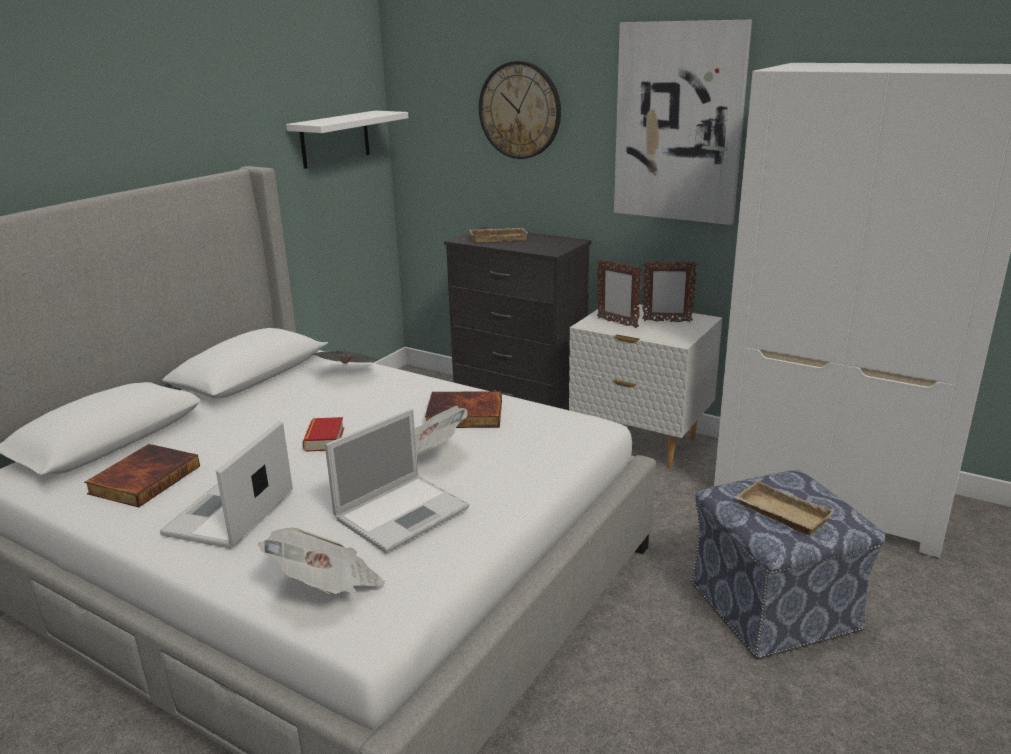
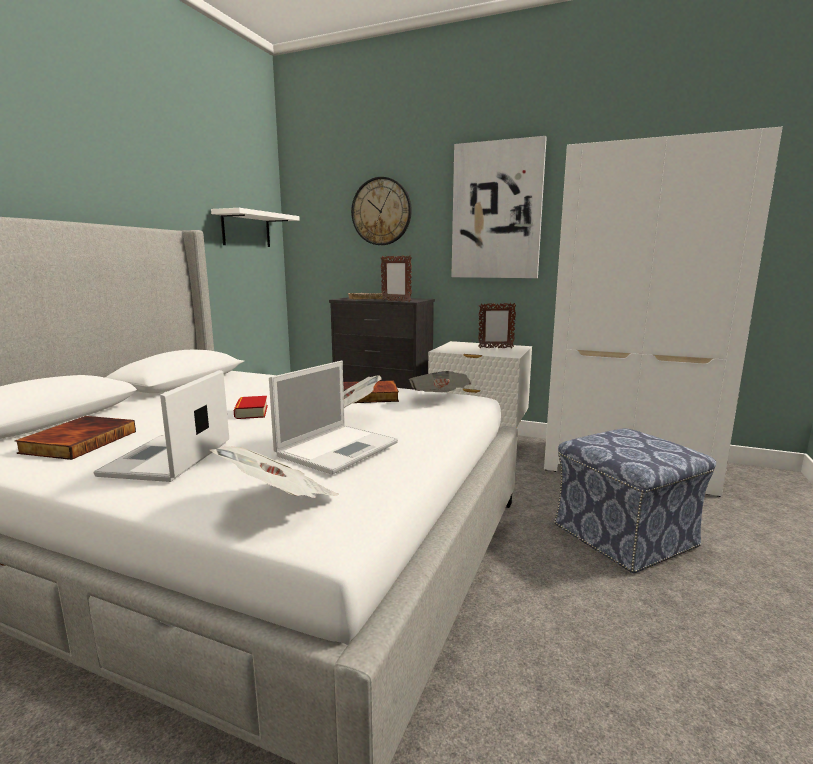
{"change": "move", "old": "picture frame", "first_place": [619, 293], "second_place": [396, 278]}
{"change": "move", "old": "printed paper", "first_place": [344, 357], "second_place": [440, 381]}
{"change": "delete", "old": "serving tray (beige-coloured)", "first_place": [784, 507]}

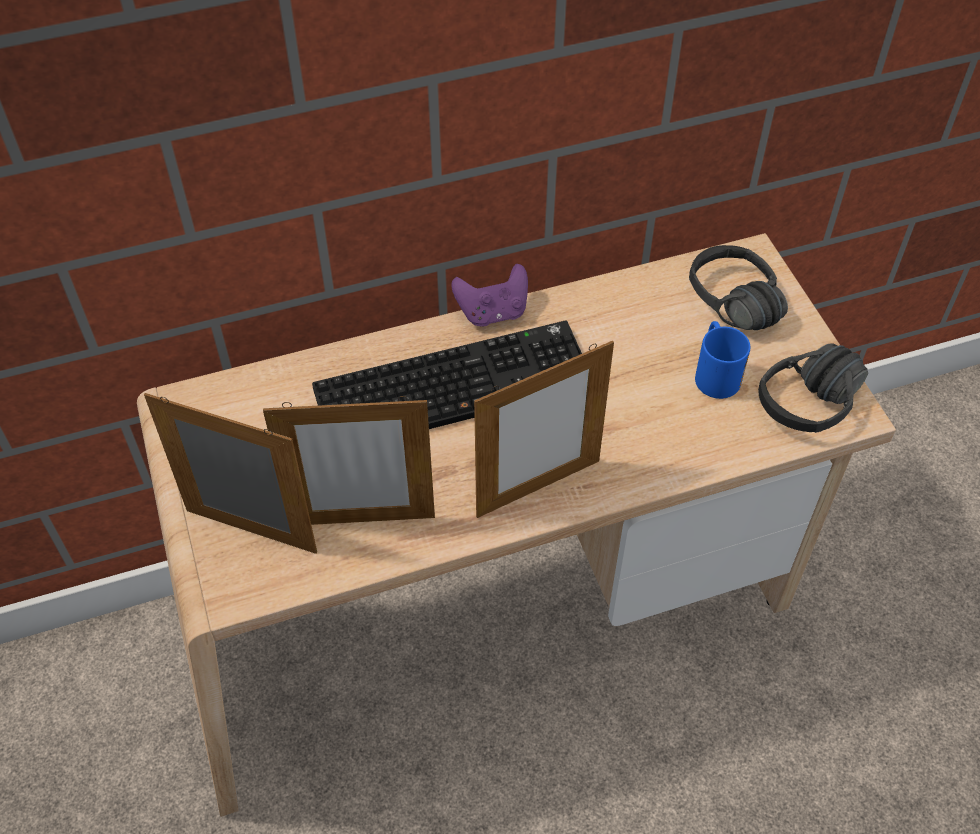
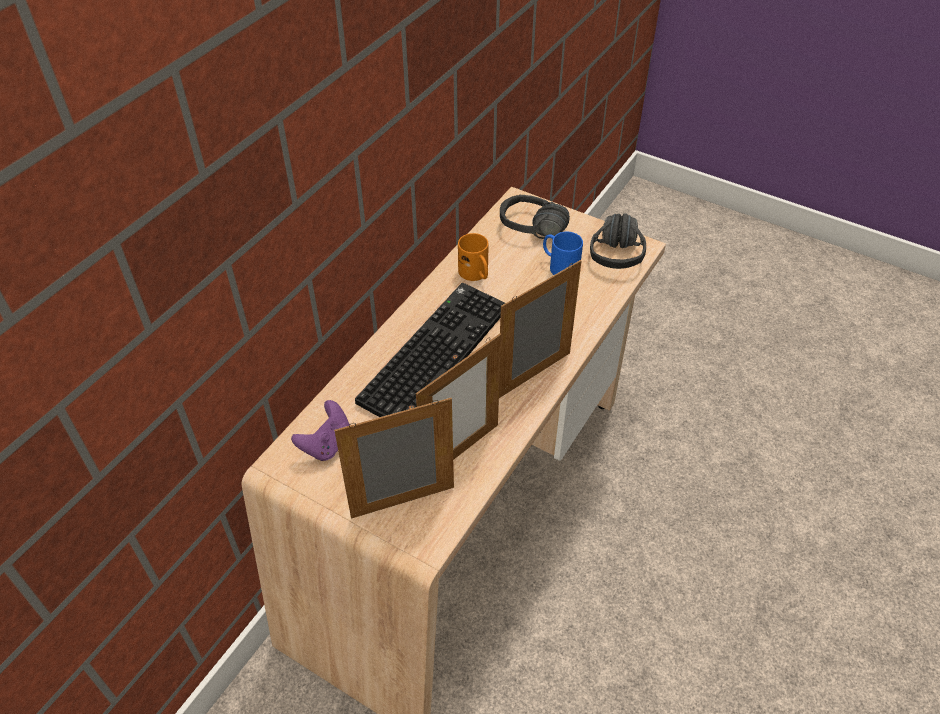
{"change": "move", "old": "joypad (purplish)", "first_place": [489, 295], "second_place": [320, 430]}
{"change": "rotate", "old": "picture frame", "first_place": [544, 429], "second_place": [540, 329], "degrees": -150}
{"change": "insert", "new": "mug (orange-coloured)", "second_place": [473, 257]}

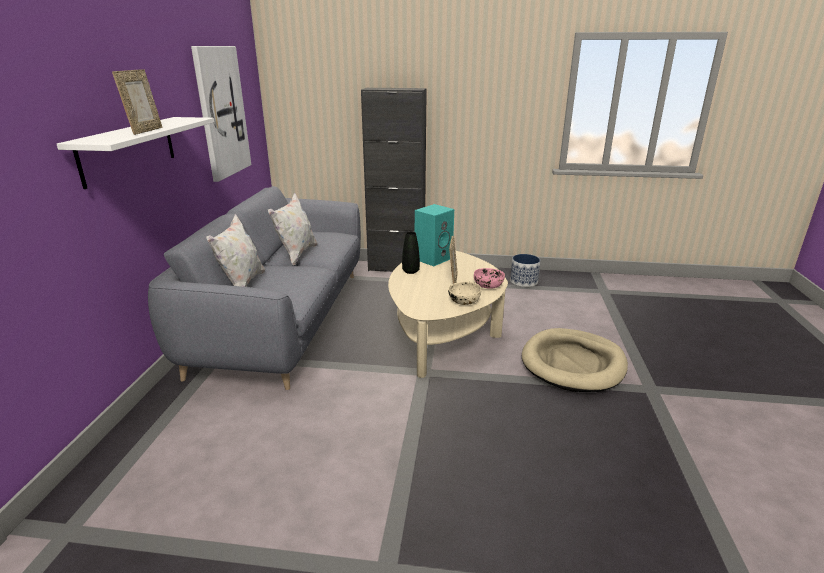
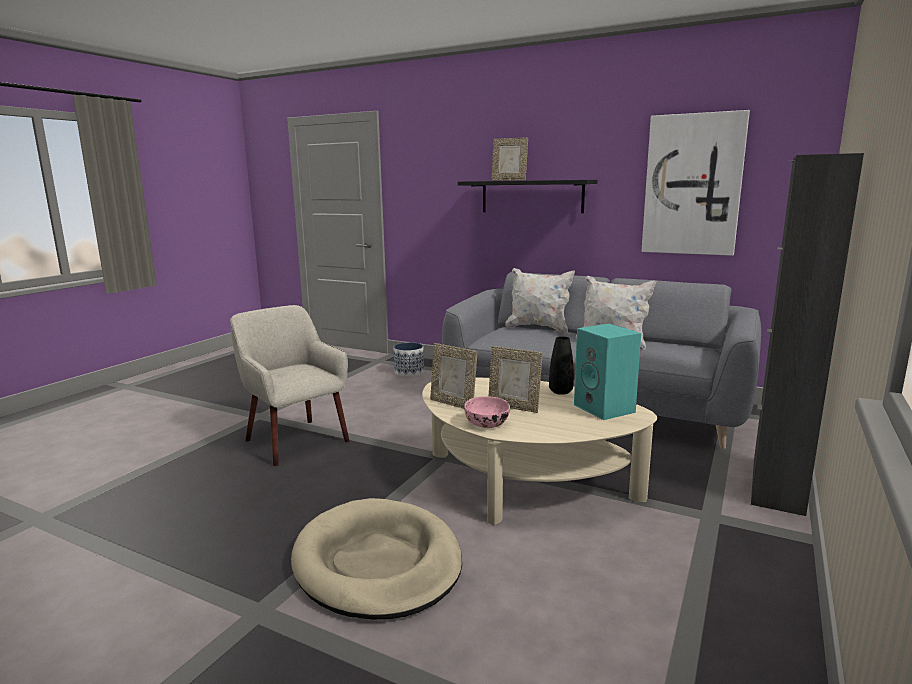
{"change": "recolor", "old": "wall shelf (white-coloured)", "new": "wall shelf (black-coloured)", "first_place": [135, 153], "second_place": [527, 196]}
{"change": "move", "old": "planter", "first_place": [525, 270], "second_place": [409, 359]}
{"change": "replace", "old": "bowl (beige-coloured)", "new": "picture frame", "first_place": [464, 293], "second_place": [453, 376]}
{"change": "insert", "new": "armchair (beige-coloured)", "second_place": [289, 385]}

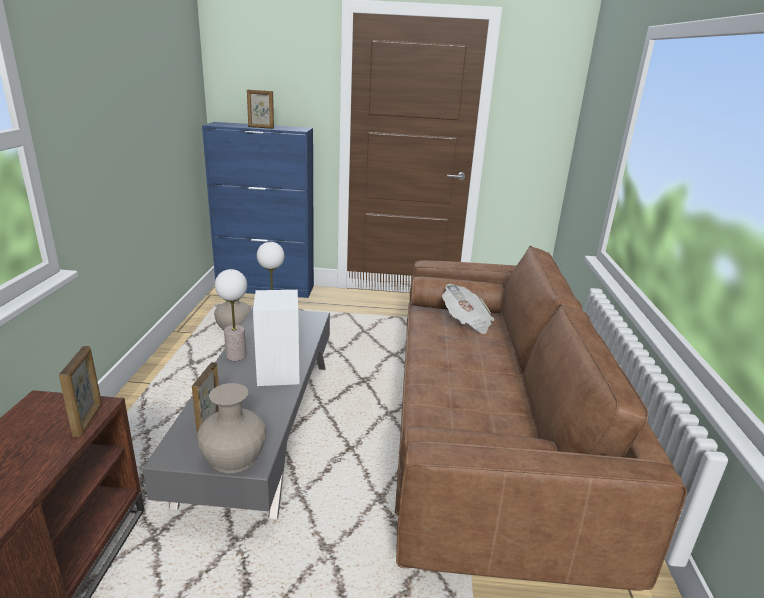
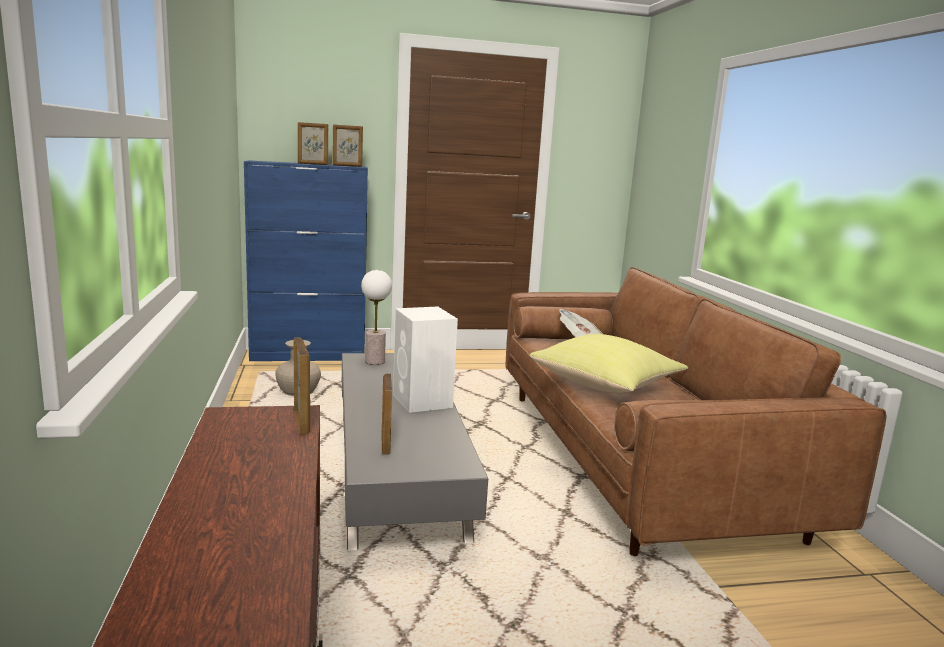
{"change": "delete", "old": "tabletop lamp", "first_place": [231, 315]}
{"change": "delete", "old": "decorative vase (beige-coloured)", "first_place": [231, 428]}
{"change": "insert", "new": "picture frame", "second_place": [347, 145]}
{"change": "insert", "new": "throw pillow (yellow)", "second_place": [608, 363]}

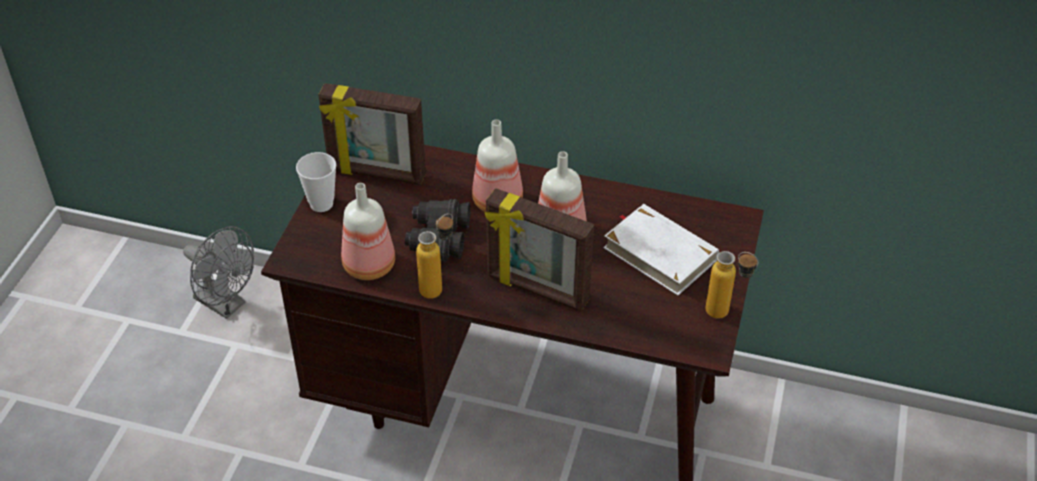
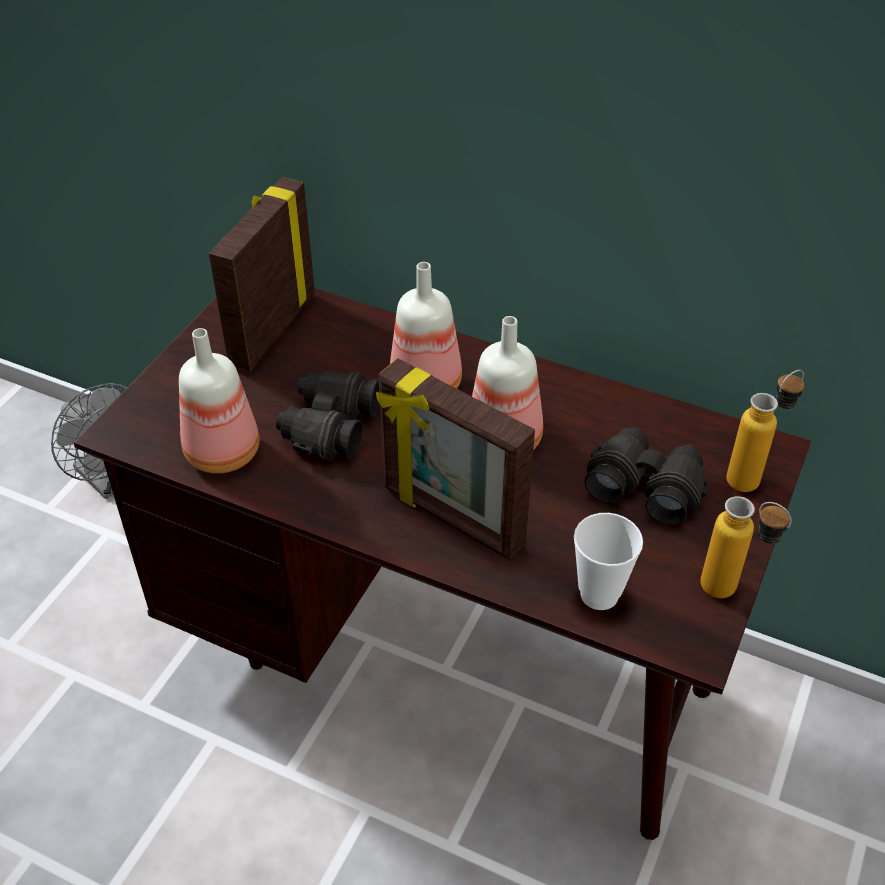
{"change": "rotate", "old": "picture frame", "first_place": [372, 134], "second_place": [262, 274], "degrees": 90}
{"change": "move", "old": "cup", "first_place": [316, 182], "second_place": [608, 561]}
{"change": "replace", "old": "volume (white-coloured)", "new": "field glasses (black-coloured)", "first_place": [661, 249], "second_place": [646, 476]}
{"change": "move", "old": "drink bottle", "first_place": [434, 256], "second_place": [765, 431]}

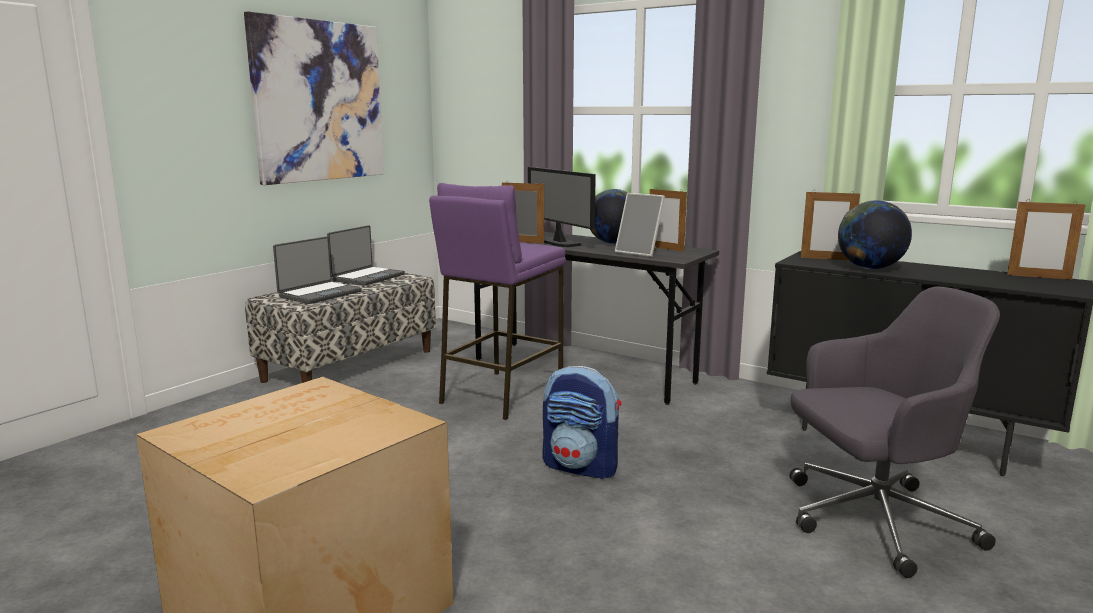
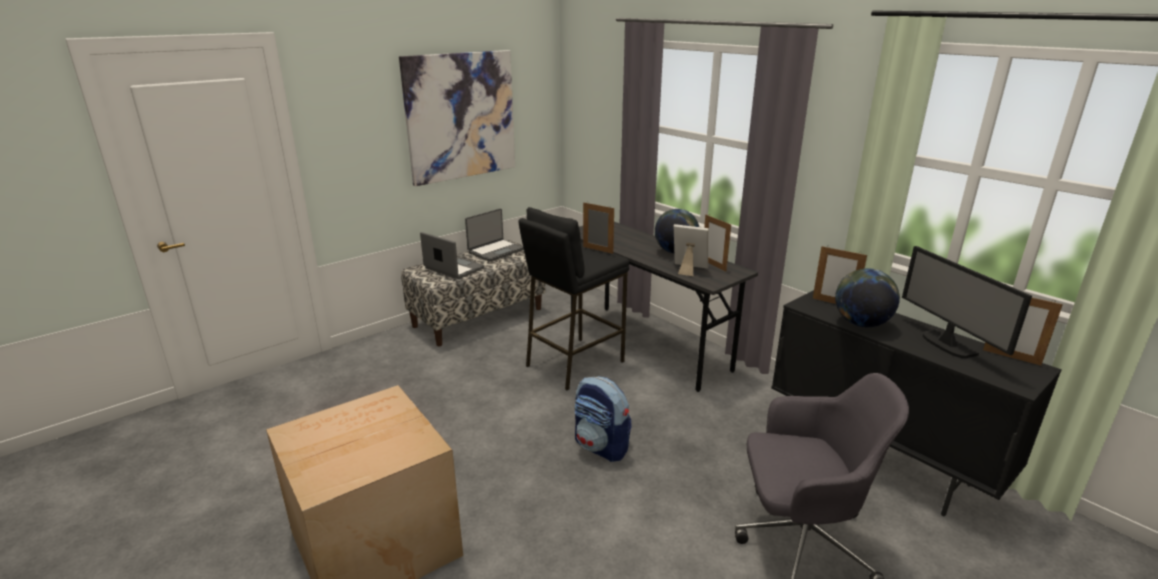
{"change": "move", "old": "computer display", "first_place": [562, 207], "second_place": [967, 302]}
{"change": "recolor", "old": "sitting stool (purplish)", "new": "sitting stool (black-coloured)", "first_place": [497, 301], "second_place": [573, 298]}
{"change": "rotate", "old": "picture frame", "first_place": [640, 225], "second_place": [691, 250], "degrees": 150}
{"change": "rotate", "old": "portable computer", "first_place": [317, 270], "second_place": [452, 255], "degrees": -105}

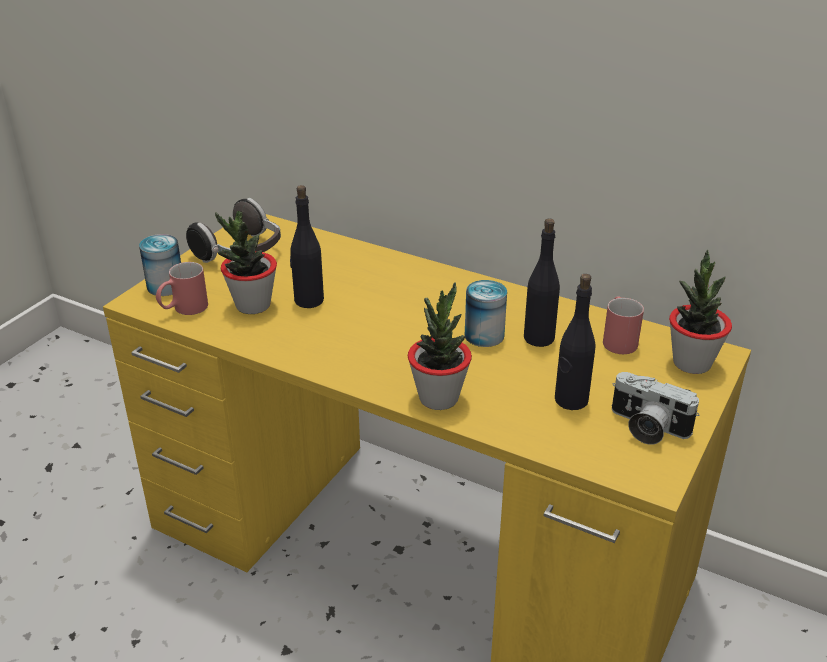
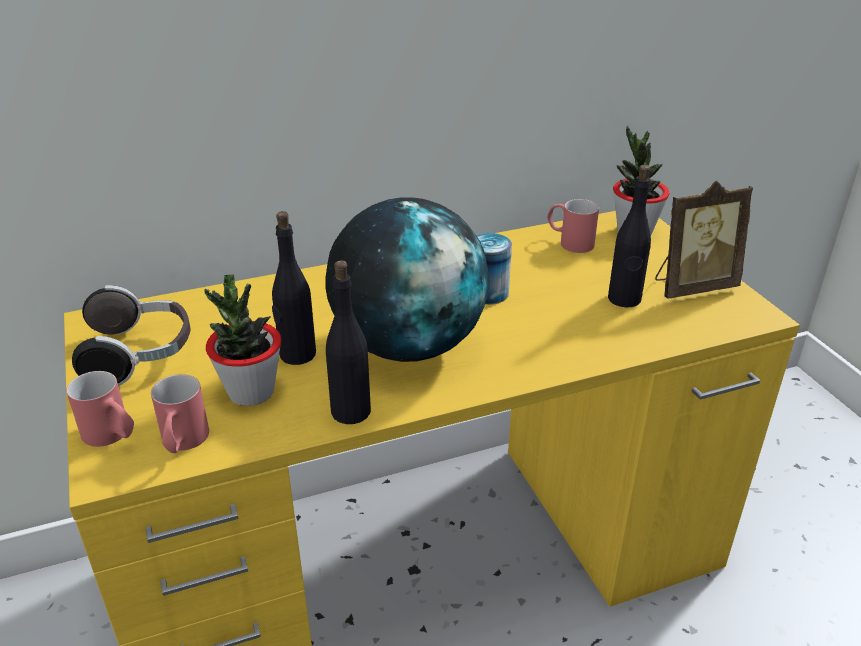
{"change": "move", "old": "drink bottle (black-coloured)", "first_place": [542, 282], "second_place": [348, 342]}
{"change": "replace", "old": "metal can", "new": "mug (red)", "first_place": [160, 265], "second_place": [100, 409]}
{"change": "delete", "old": "plant in a pot", "first_place": [440, 346]}
{"change": "replace", "old": "photo camera", "new": "picture frame", "first_place": [655, 408], "second_place": [704, 240]}
{"change": "insert", "new": "desk globe", "second_place": [407, 279]}

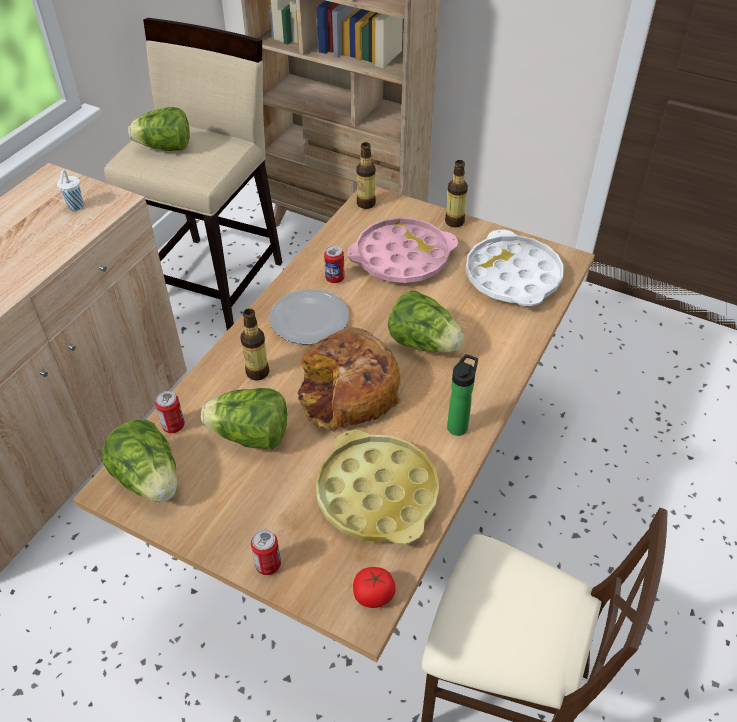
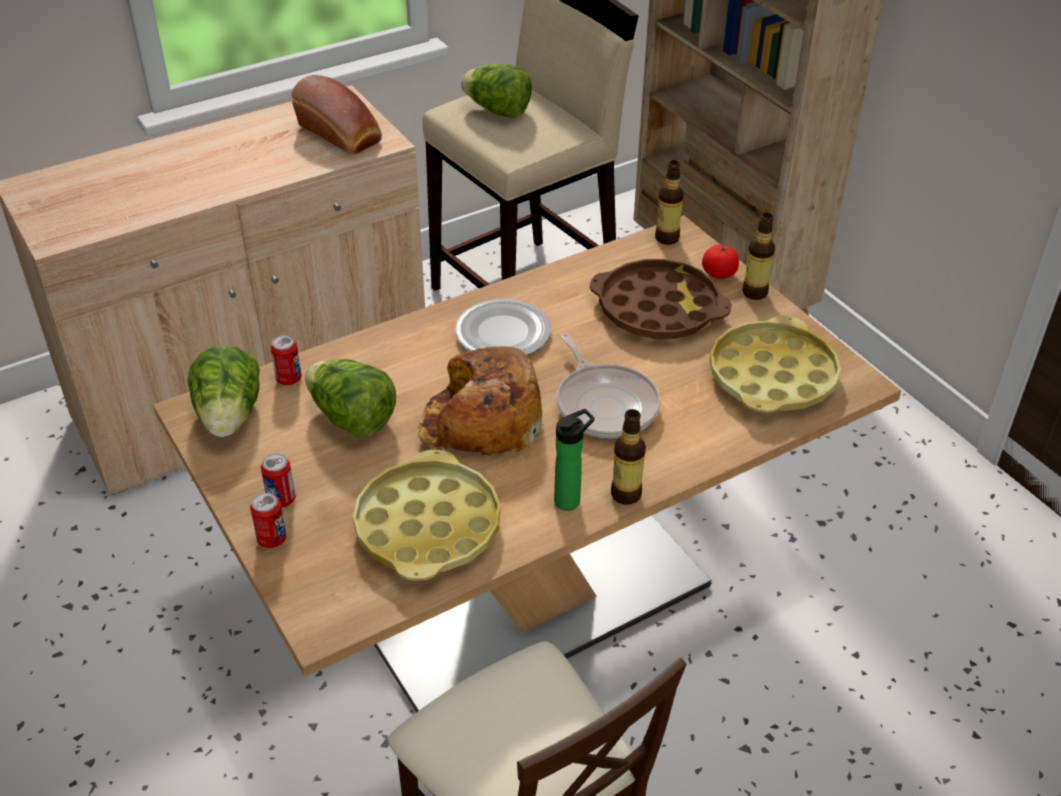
{"change": "replace", "old": "cup (white-coloured)", "new": "bread", "first_place": [70, 190], "second_place": [336, 115]}
{"change": "recolor", "old": "serving tray (pink-coloured)", "new": "serving tray (brown)", "first_place": [402, 250], "second_place": [661, 299]}
{"change": "recolor", "old": "serving tray (white-coloured)", "new": "serving tray (yellow)", "first_place": [515, 268], "second_place": [775, 364]}
{"change": "move", "old": "metal can", "first_place": [334, 264], "second_place": [278, 480]}
{"change": "replace", "old": "head of lettuce", "new": "frying pan", "first_place": [426, 322], "second_place": [609, 385]}
{"change": "move", "old": "drink bottle", "first_place": [254, 344], "second_place": [628, 457]}
{"change": "move", "old": "tomato", "first_place": [374, 587], "second_place": [720, 262]}

